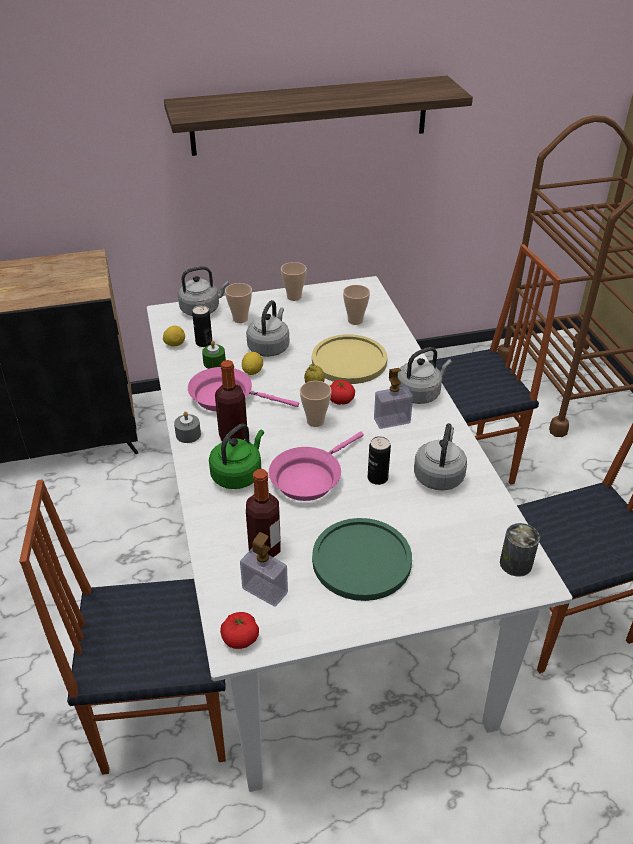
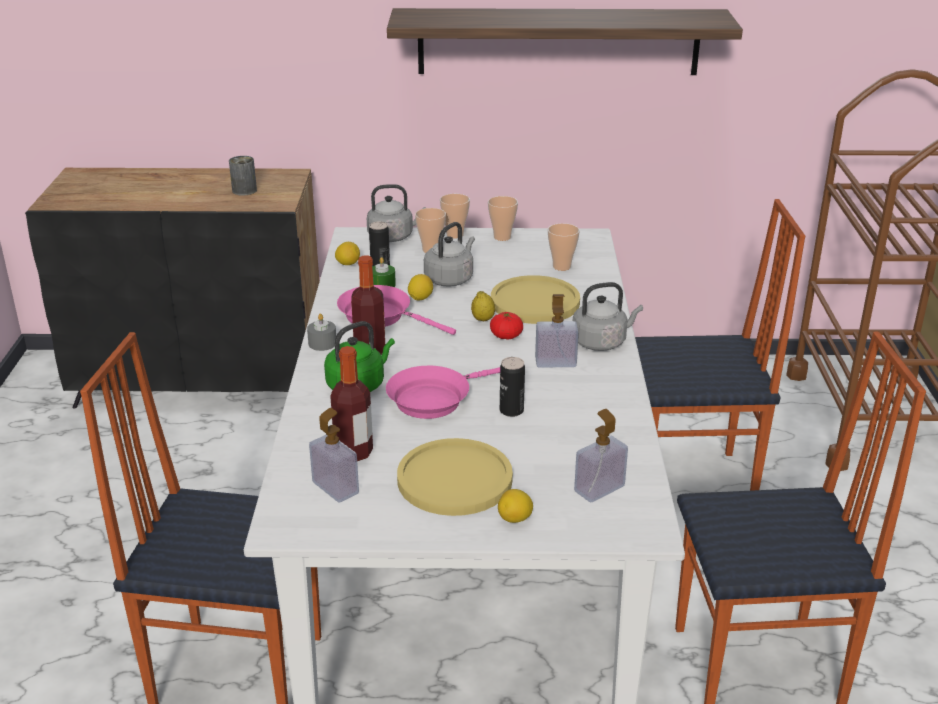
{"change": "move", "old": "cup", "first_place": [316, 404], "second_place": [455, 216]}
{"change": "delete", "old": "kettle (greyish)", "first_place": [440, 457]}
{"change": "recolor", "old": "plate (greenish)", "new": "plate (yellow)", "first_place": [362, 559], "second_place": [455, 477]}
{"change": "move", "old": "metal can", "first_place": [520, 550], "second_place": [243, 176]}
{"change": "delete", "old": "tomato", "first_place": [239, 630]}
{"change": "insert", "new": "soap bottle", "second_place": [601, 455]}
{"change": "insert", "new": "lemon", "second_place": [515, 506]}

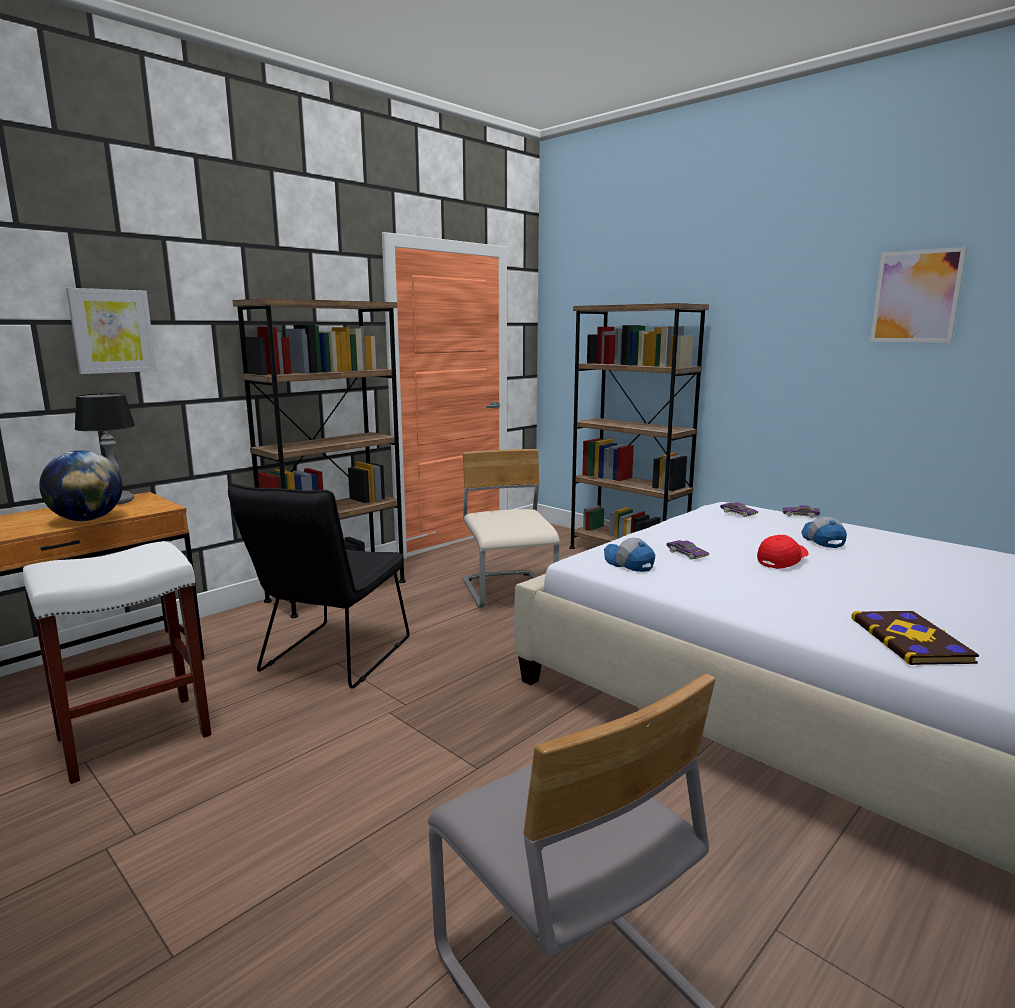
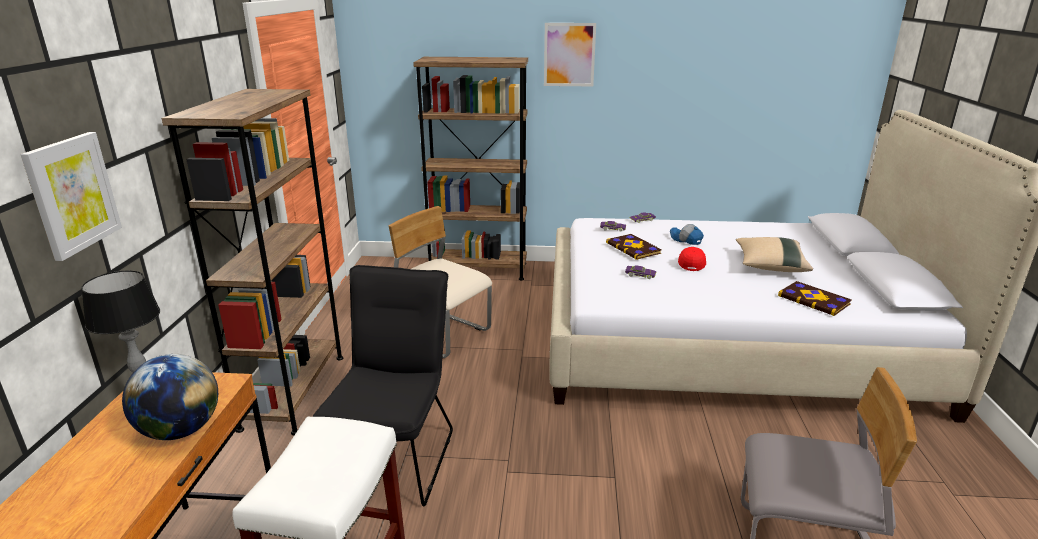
{"change": "move", "old": "wall art", "first_place": [918, 295], "second_place": [570, 55]}
{"change": "rotate", "old": "plain chair (black-coloured)", "first_place": [319, 585], "second_place": [383, 386], "degrees": -150}
{"change": "delete", "old": "baseball cap", "first_place": [629, 555]}
{"change": "insert", "new": "volume", "second_place": [634, 247]}
{"change": "insert", "new": "throw pillow (beige-coloured)", "second_place": [774, 254]}

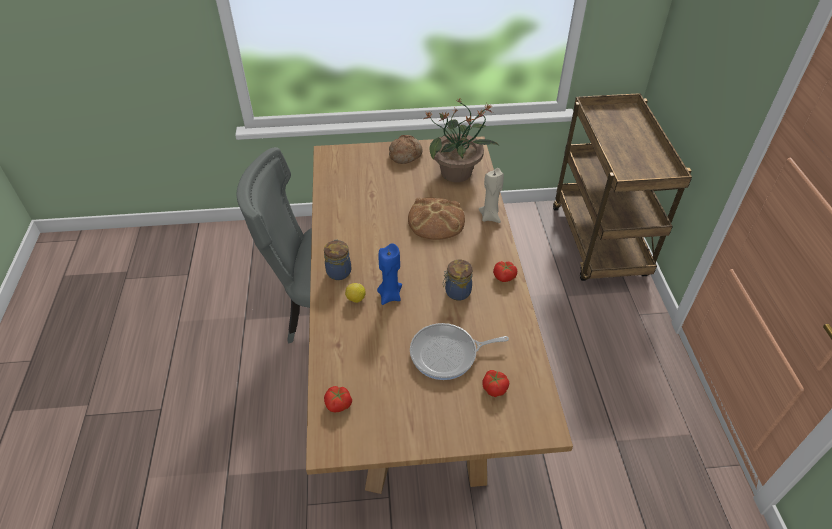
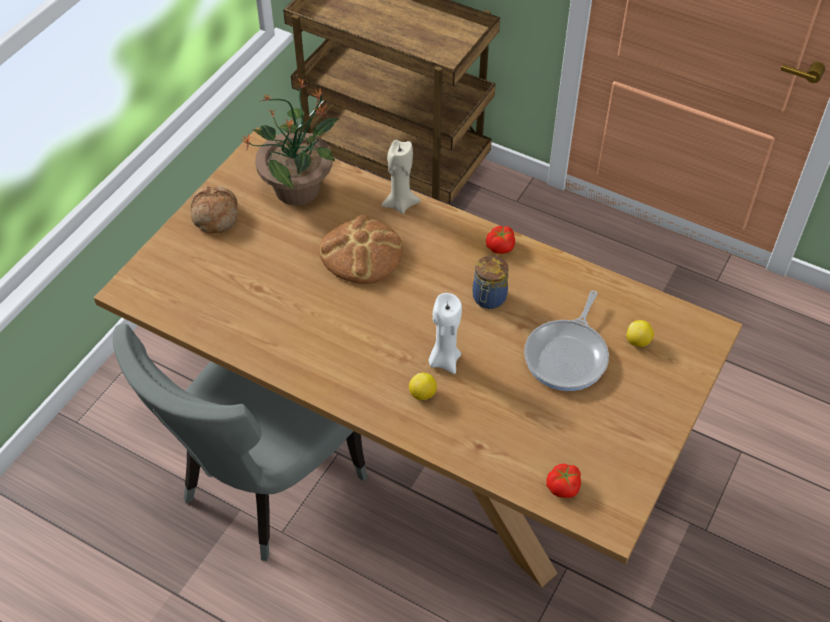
{"change": "delete", "old": "preserve jar", "first_place": [337, 259]}
{"change": "recolor", "old": "candle (bluish)", "new": "candle (white-coloured)", "first_place": [389, 274], "second_place": [445, 333]}
{"change": "replace", "old": "tomato", "new": "lemon", "first_place": [495, 383], "second_place": [640, 333]}

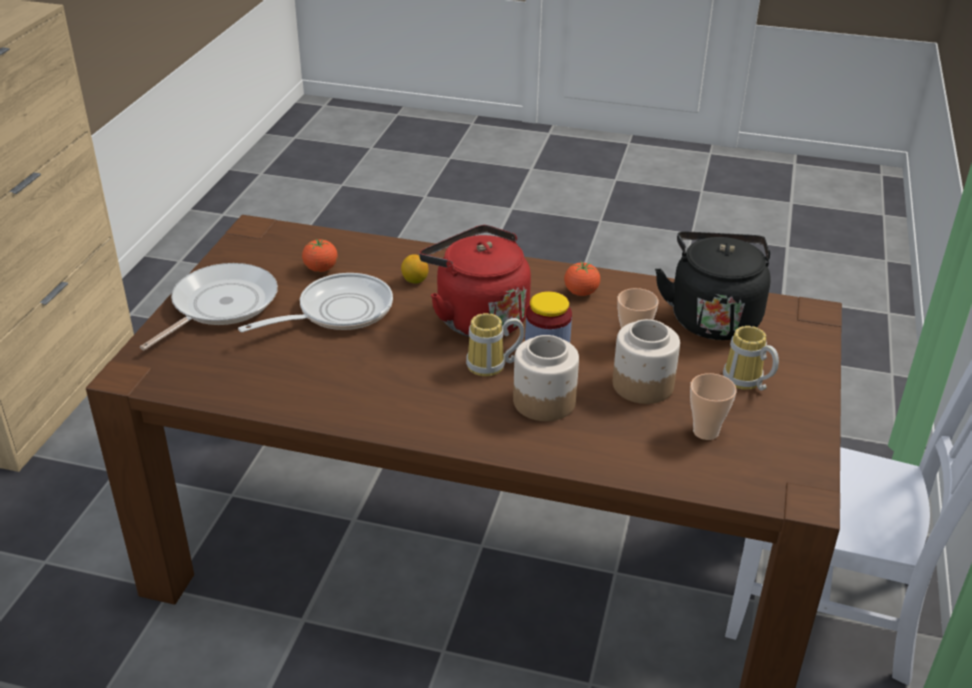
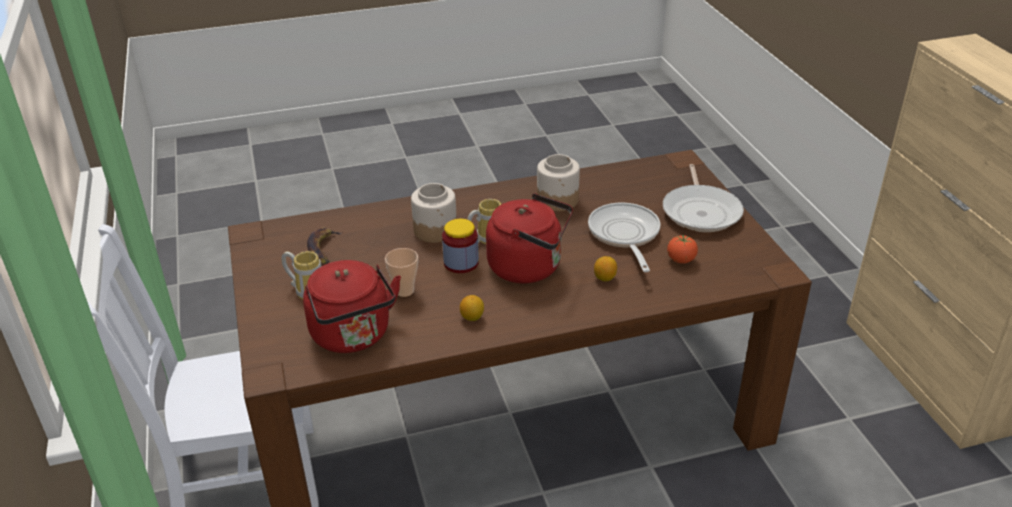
{"change": "recolor", "old": "kettle (black-coloured)", "new": "kettle (red)", "first_place": [713, 286], "second_place": [352, 306]}
{"change": "replace", "old": "tomato", "new": "lemon", "first_place": [582, 278], "second_place": [472, 308]}
{"change": "rotate", "old": "frying pan", "first_place": [315, 302], "second_place": [624, 237], "degrees": 150}
{"change": "move", "old": "preserve jar", "first_place": [646, 361], "second_place": [558, 182]}
{"change": "replace", "old": "cup", "new": "whole banana", "first_place": [713, 406], "second_place": [325, 245]}

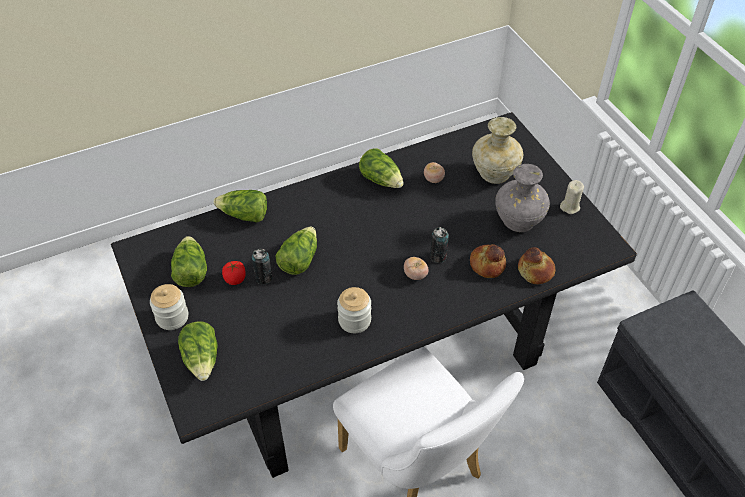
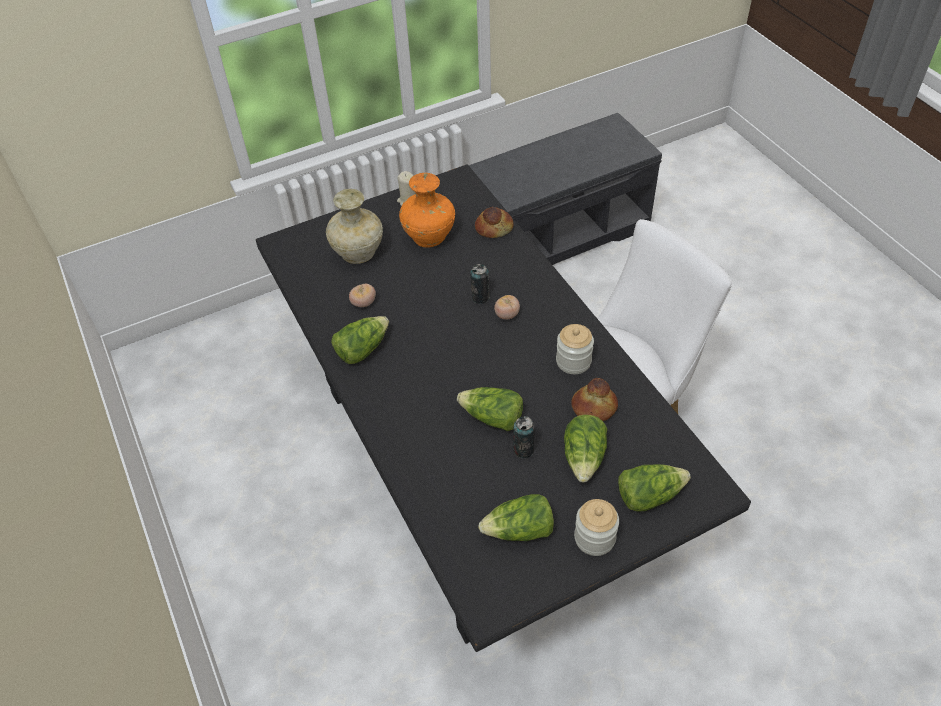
{"change": "recolor", "old": "decorative vase (greyish)", "new": "decorative vase (orange-coloured)", "first_place": [522, 198], "second_place": [427, 210]}
{"change": "move", "old": "head of lettuce", "first_place": [240, 206], "second_place": [585, 448]}
{"change": "move", "old": "bread", "first_place": [488, 261], "second_place": [594, 399]}
{"change": "delete", "old": "tomato", "first_place": [234, 273]}

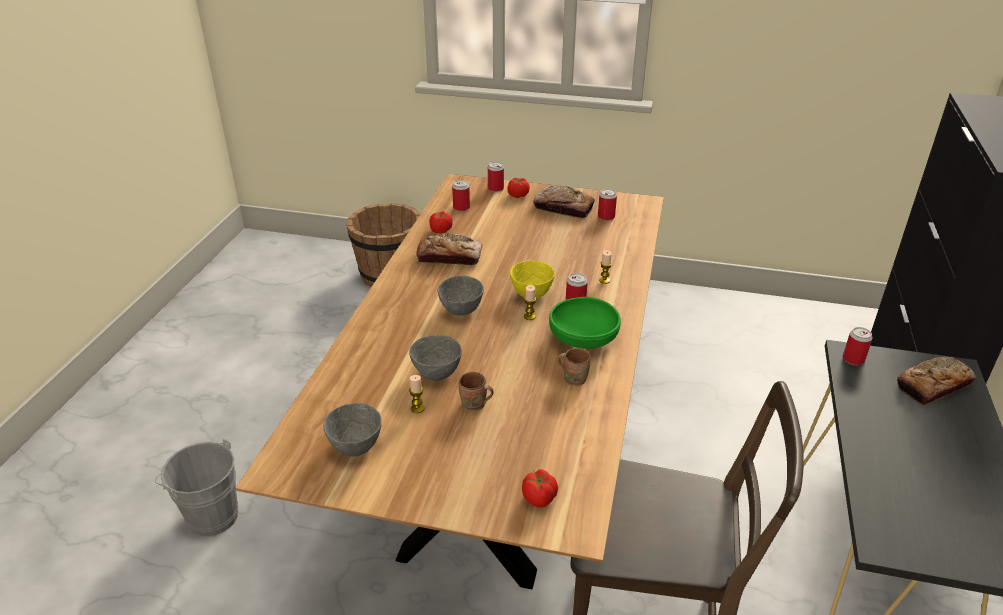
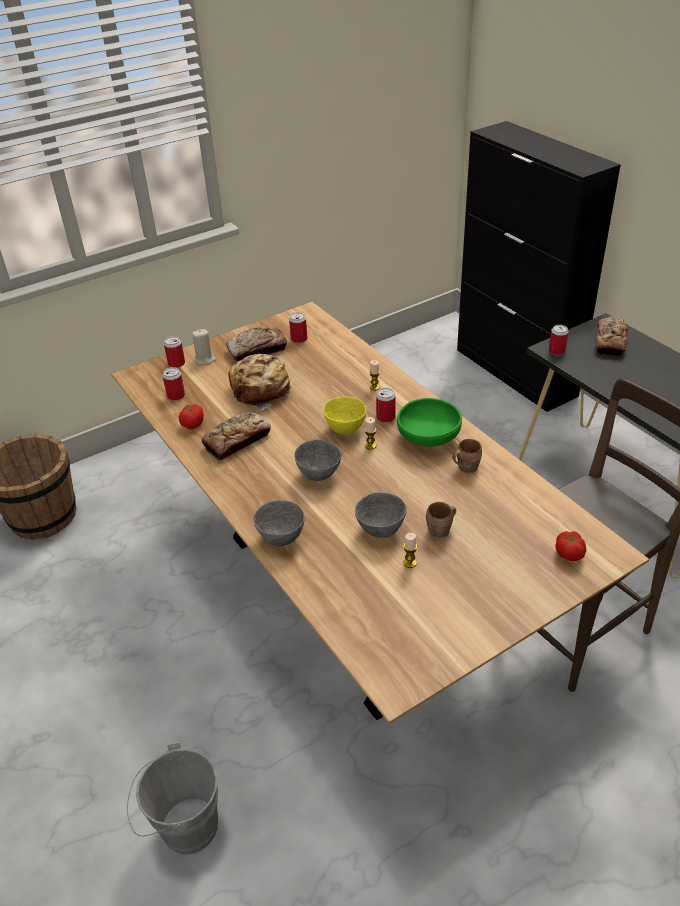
{"change": "replace", "old": "tomato", "new": "candle (beige-coloured)", "first_place": [518, 188], "second_place": [204, 347]}
{"change": "move", "old": "bowl (greyish)", "first_place": [352, 429], "second_place": [279, 523]}
{"change": "insert", "new": "bread", "second_place": [260, 382]}

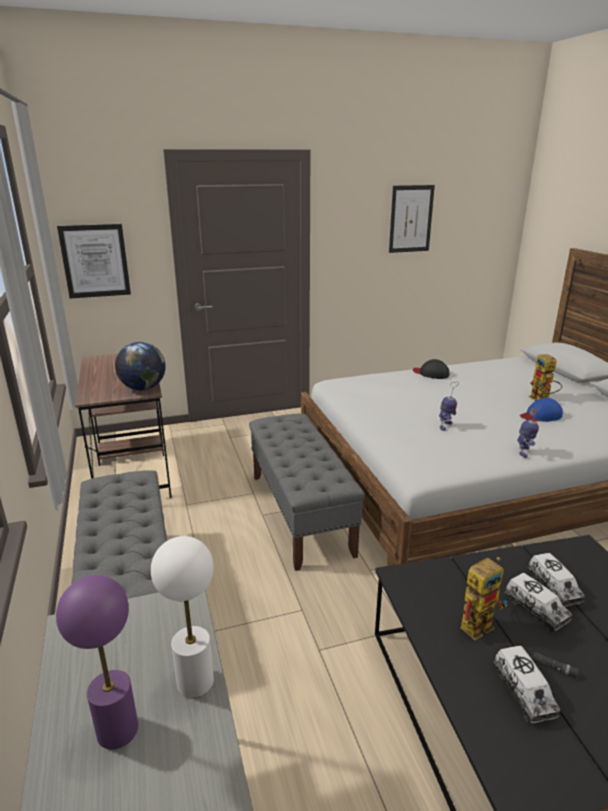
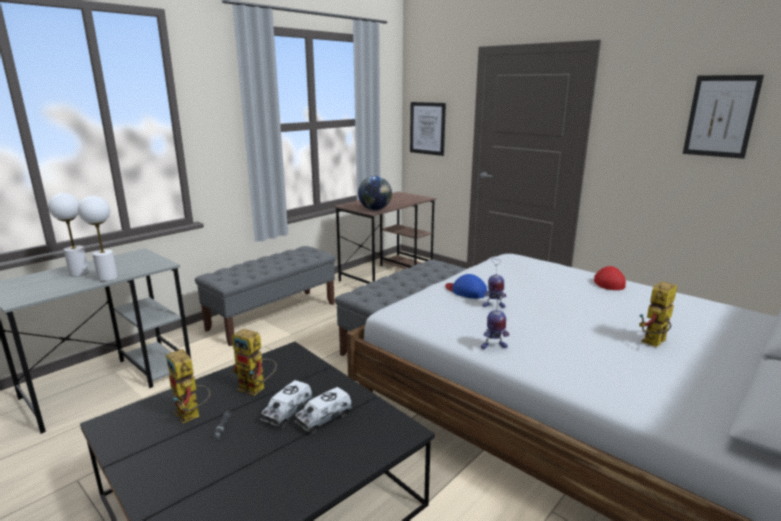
{"change": "recolor", "old": "baseball cap (black-coloured)", "new": "baseball cap (red)", "first_place": [431, 369], "second_place": [610, 278]}
{"change": "move", "old": "baseball cap (bluish)", "first_place": [541, 410], "second_place": [466, 286]}
{"change": "recolor", "old": "tabletop lamp (purplish)", "new": "tabletop lamp (white-coloured)", "first_place": [97, 662], "second_place": [68, 235]}
{"change": "replace", "old": "model truck", "new": "robot figure", "first_place": [527, 685], "second_place": [188, 386]}

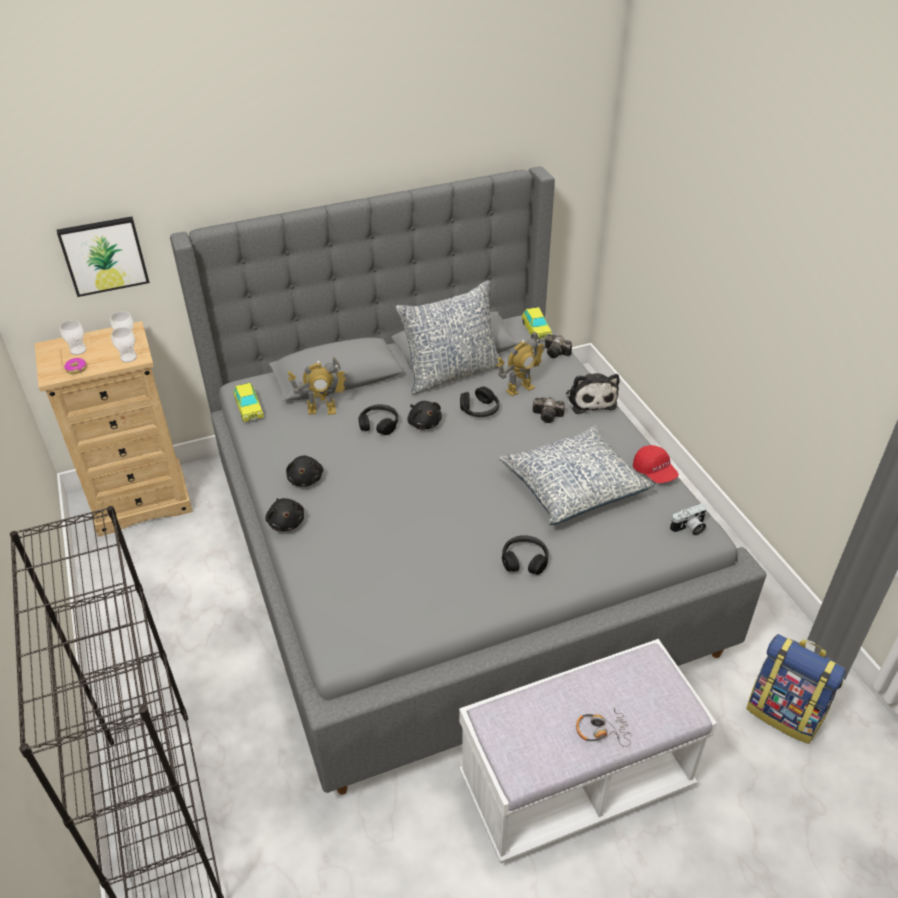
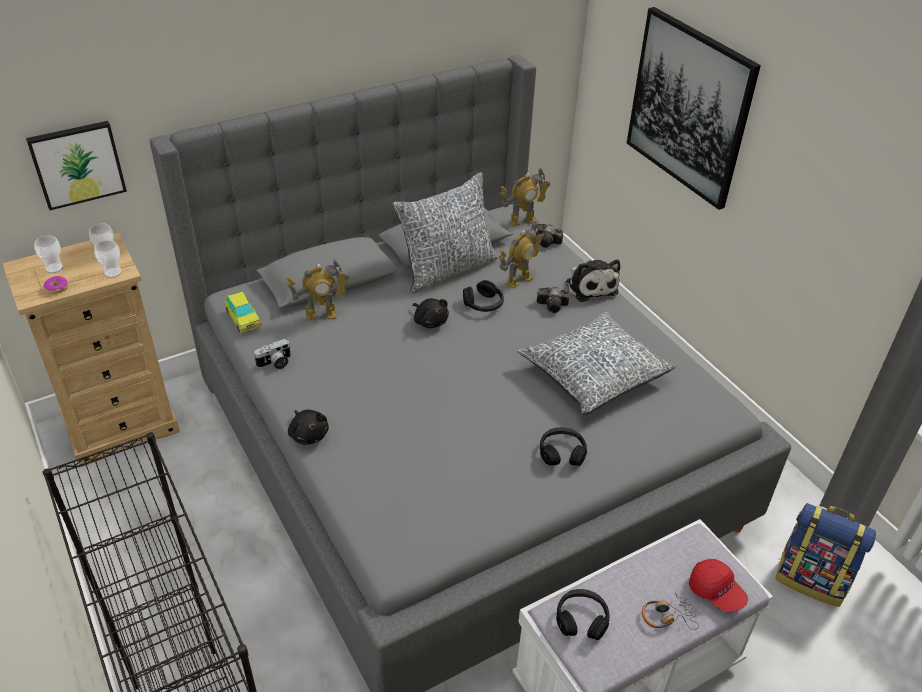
{"change": "replace", "old": "toy car", "new": "robot figure", "first_place": [537, 323], "second_place": [525, 197]}
{"change": "move", "old": "pair of headphones (black-coloured)", "first_place": [378, 420], "second_place": [583, 614]}
{"change": "move", "old": "baseball cap (red)", "first_place": [656, 464], "second_place": [718, 585]}
{"change": "delete", "old": "soft toy (black-coloured)", "first_place": [304, 471]}
{"change": "move", "old": "photo camera", "first_place": [688, 520], "second_place": [272, 354]}
{"change": "insert", "new": "wall art", "second_place": [694, 108]}

